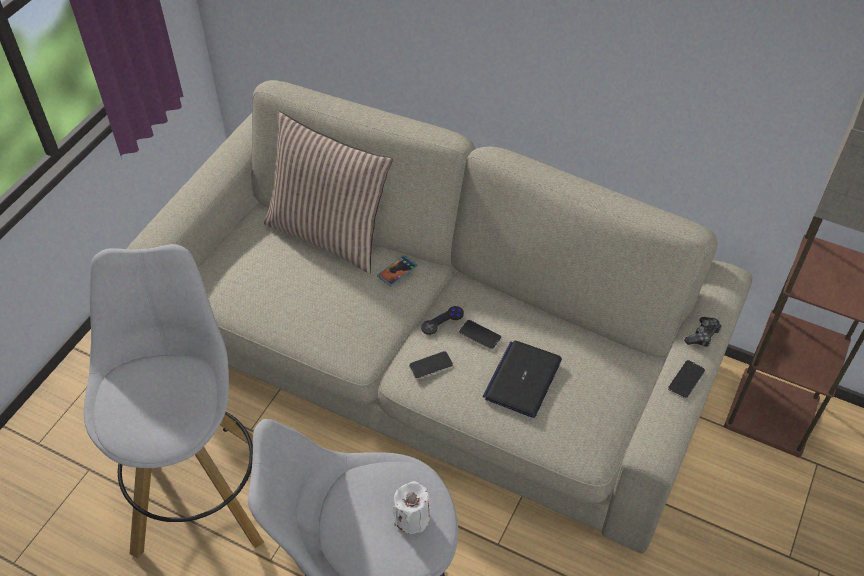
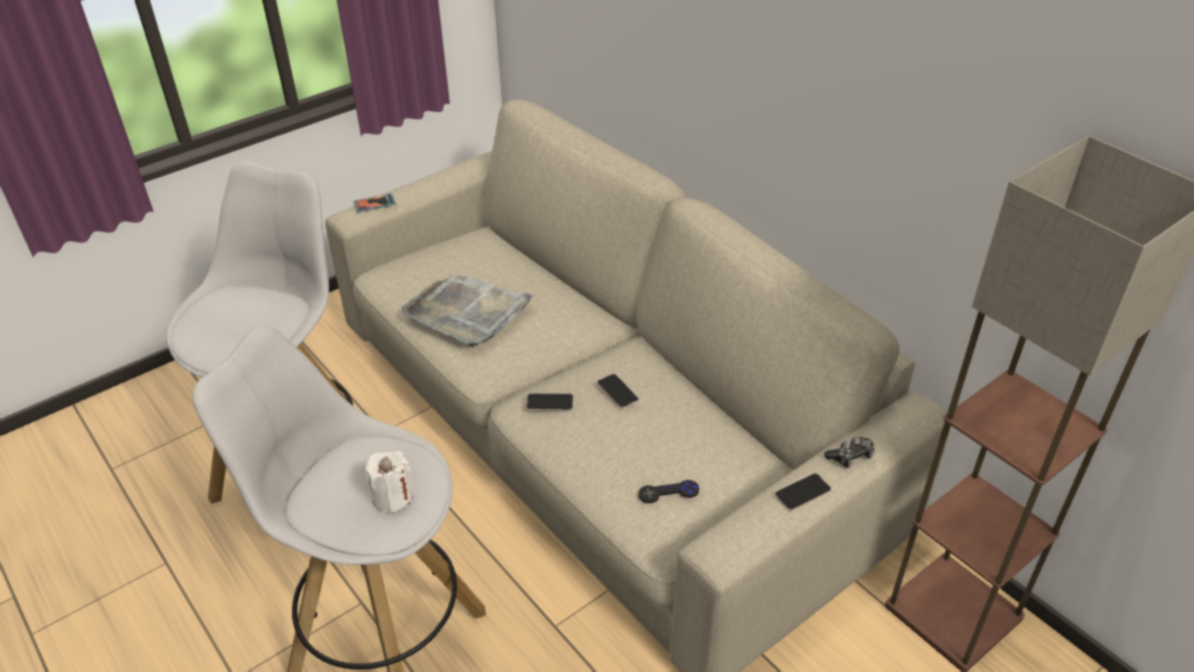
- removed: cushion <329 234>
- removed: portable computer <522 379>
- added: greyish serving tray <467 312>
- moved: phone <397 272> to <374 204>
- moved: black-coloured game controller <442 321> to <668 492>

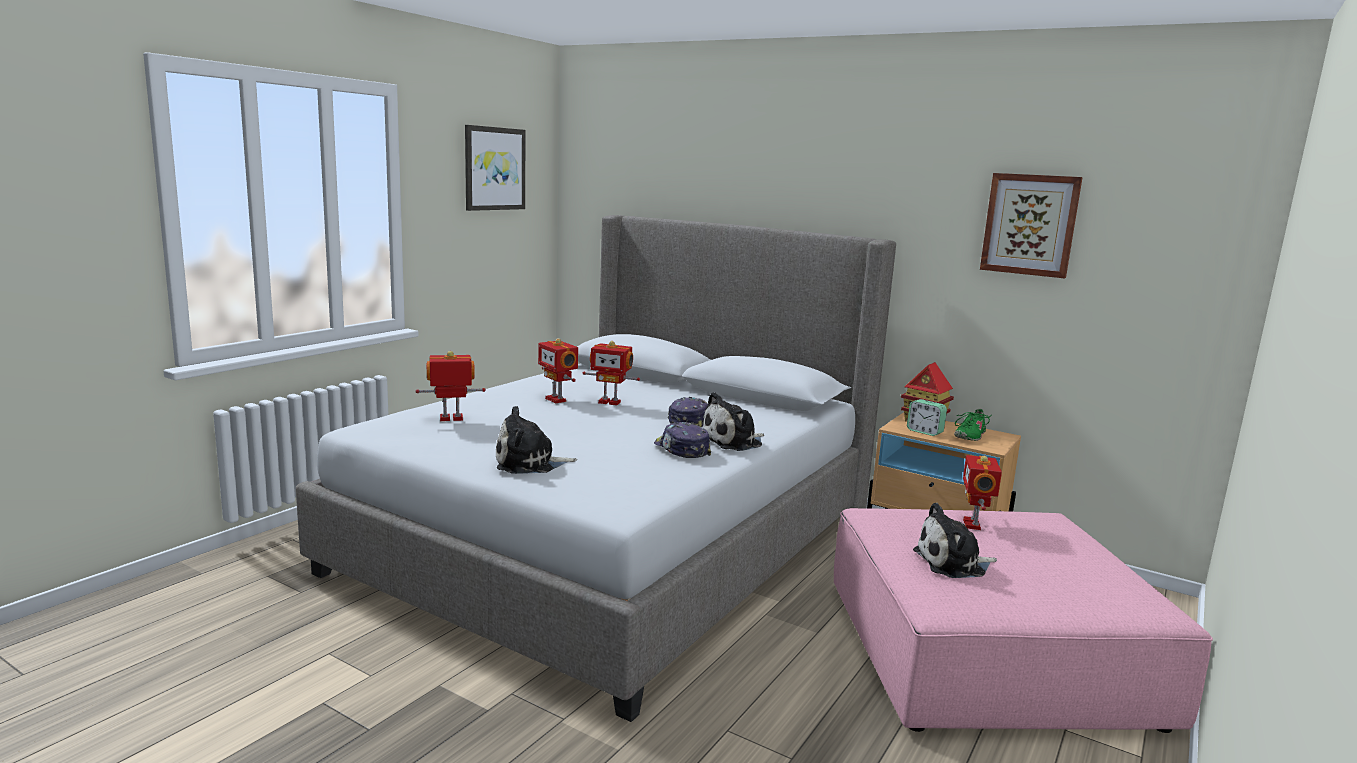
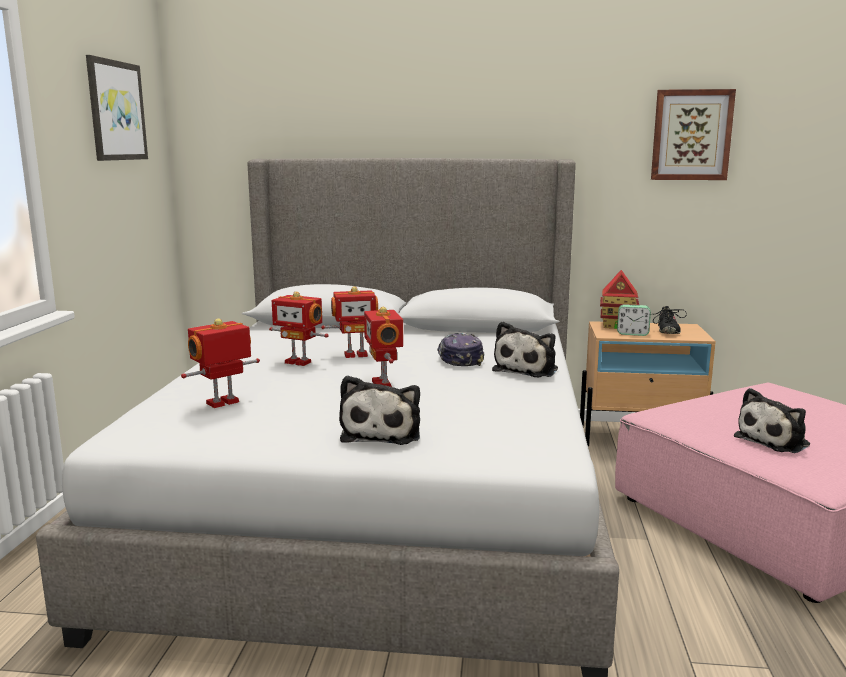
- removed: peaked cap <681 450>
- moved: model robot <973 524> to <383 384>
- recoloured: green low shoe <969 435> to black-coloured low shoe <666 330>
- turned: soft toy <529 463> = <382 432> 45 degrees counterclockwise

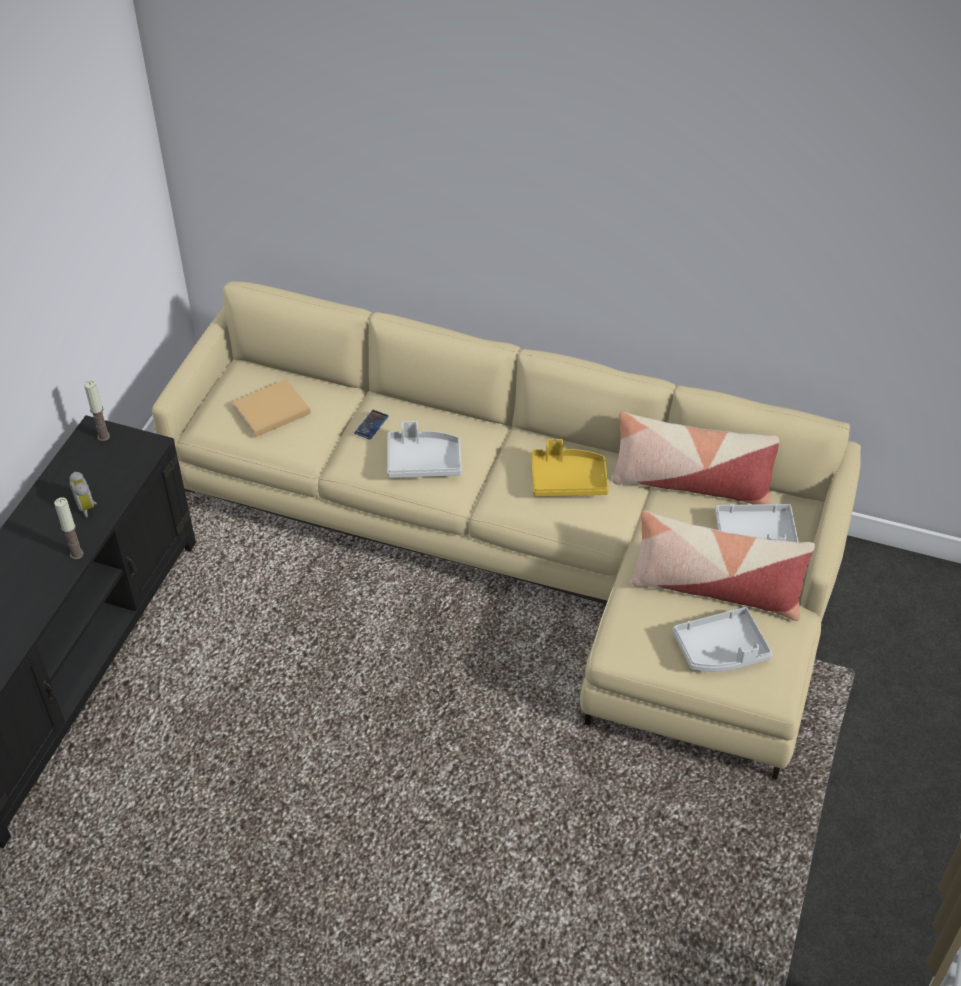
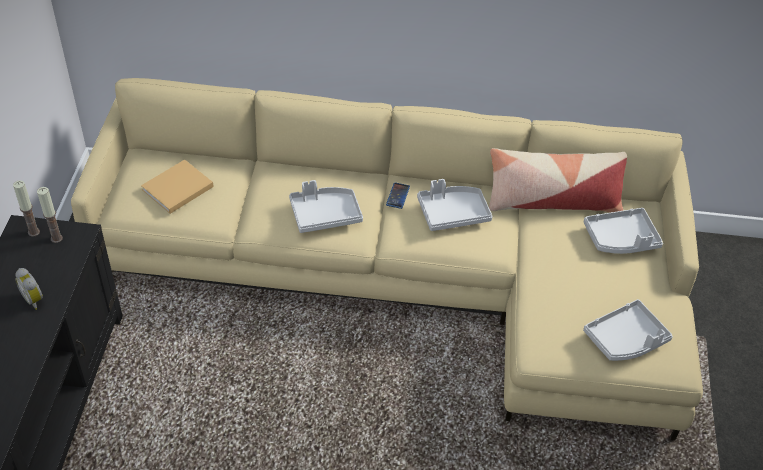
- removed: cushion <715 588>
- moved: wax light <76 554> to <56 238>
- moved: phone <371 425> to <398 196>
- recoloured: yellowish serving tray <567 480> to greyish serving tray <452 213>

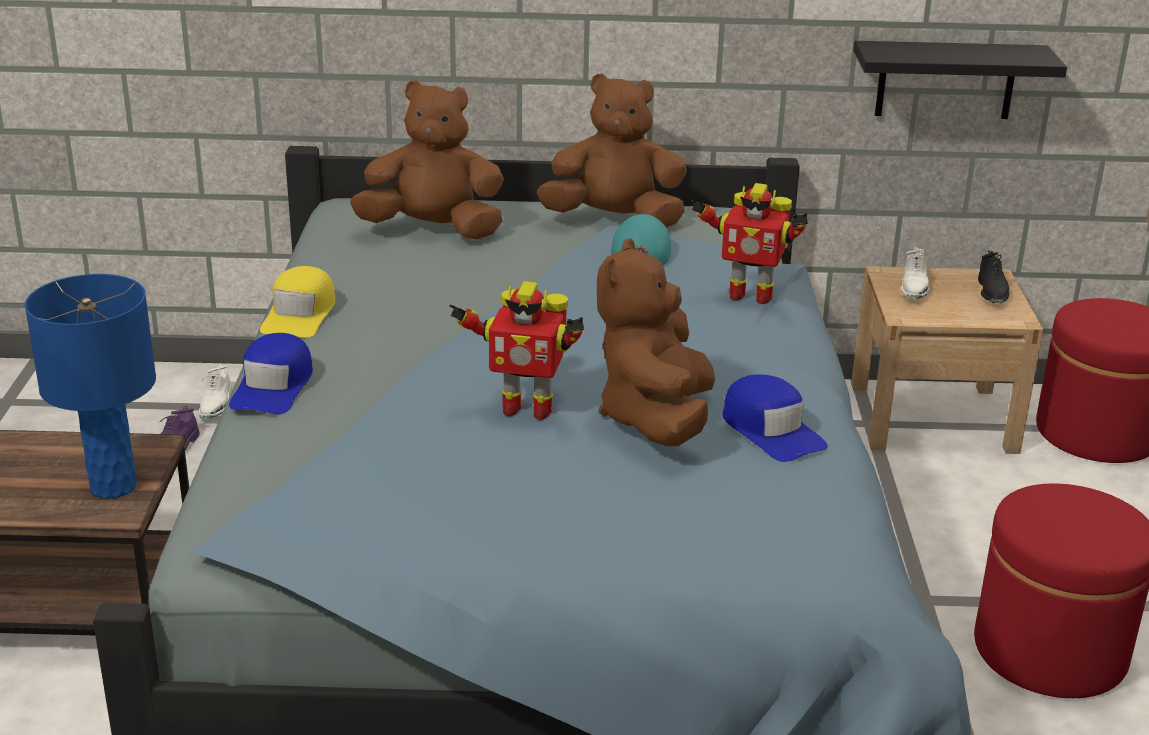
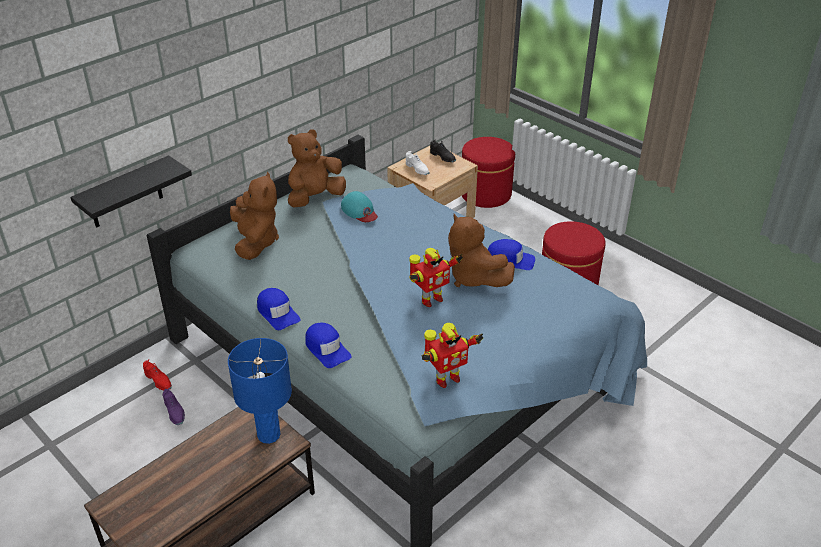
- moved: model robot <749 294> to <446 379>
- moved: black-coloured bracket shelf <946 80> to <125 193>
- recoloured: whitish low shoe <216 406> to red-coloured low shoe <159 381>
- recoloured: yellowish peaked cap <300 315> to blue-coloured peaked cap <277 313>
- turned: brown soft toy <433 230> = <256 242> 120 degrees clockwise

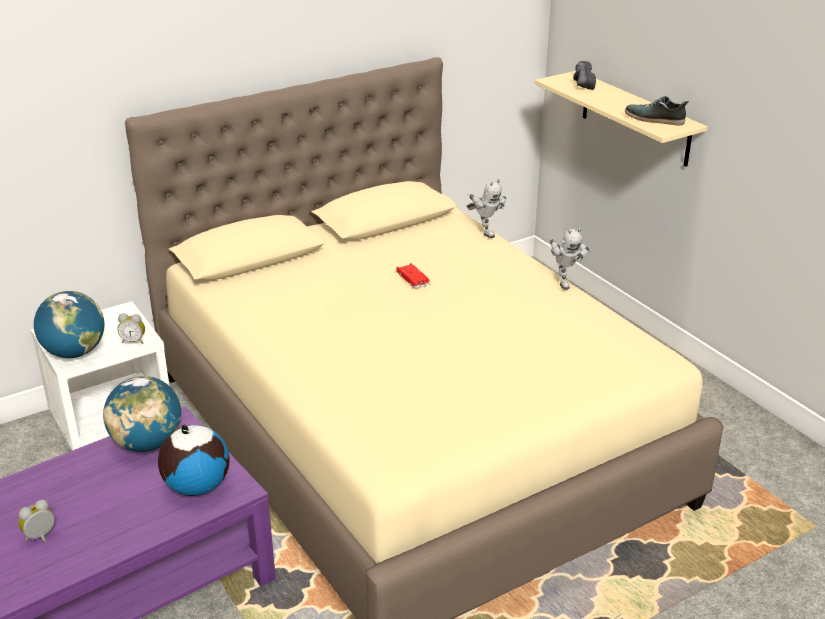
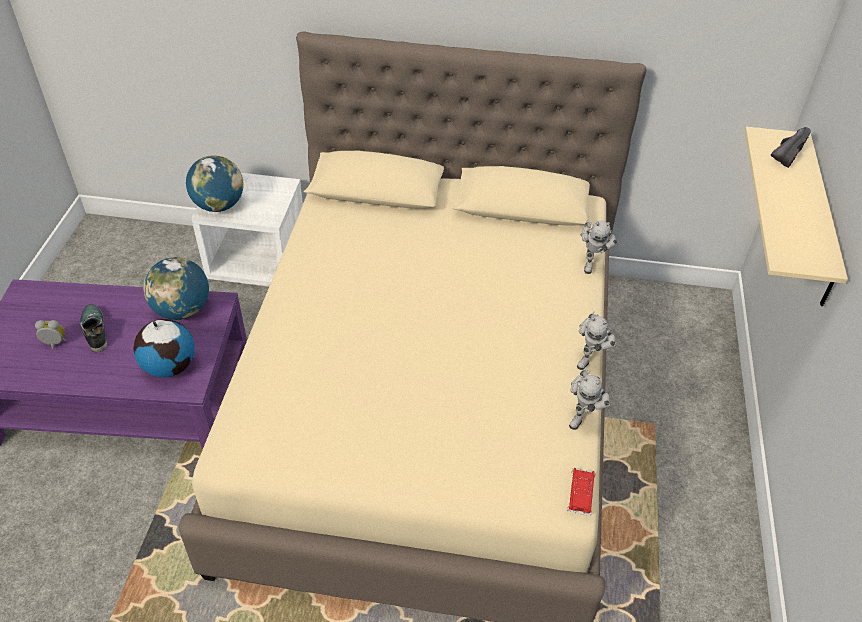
- removed: table clock <134 341>
- added: model robot <584 415>
- moved: red-coloured toy car <412 279> to <581 493>
- moved: low shoe <654 119> to <94 330>

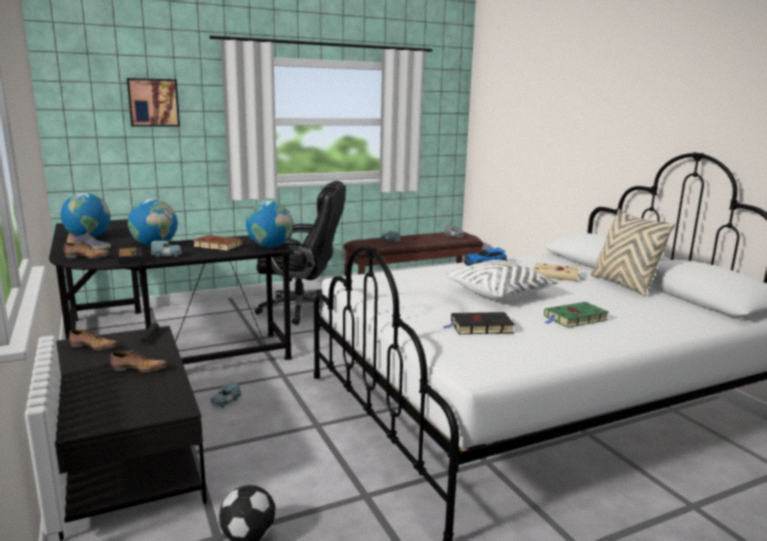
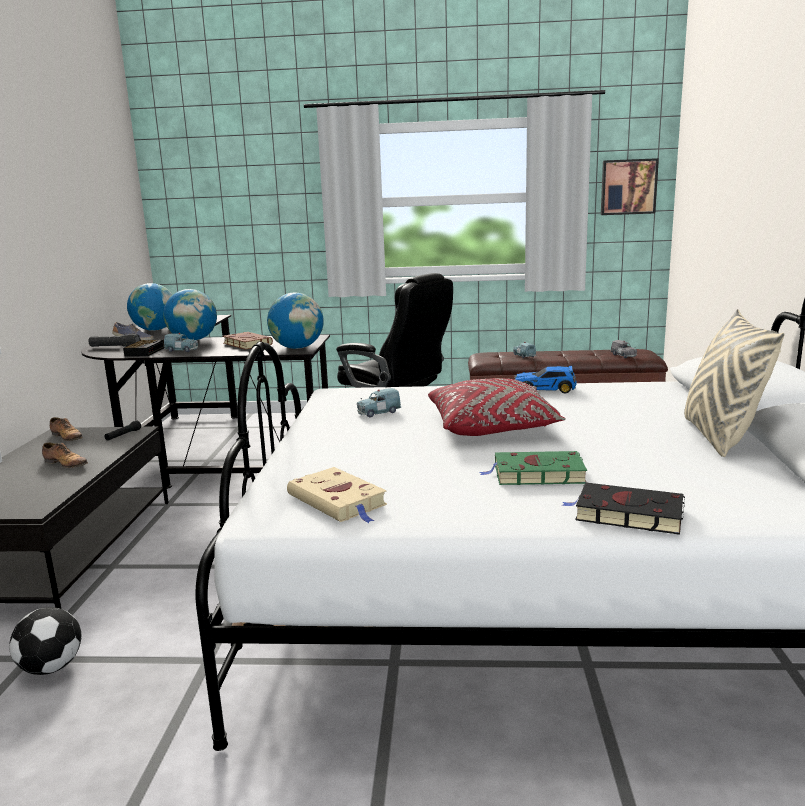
- moved: wall picture <153 102> to <628 187>
- moved: blue-coloured toy car <225 402> to <378 413>
- moved: black-coloured book <479 327> to <625 514>
- moved: beige-coloured book <557 275> to <339 501>
- replaced: low shoe <86 257> to black-coloured hand torch <115 347>
- recoloured: whitish cushion <500 293> to red-coloured cushion <492 427>

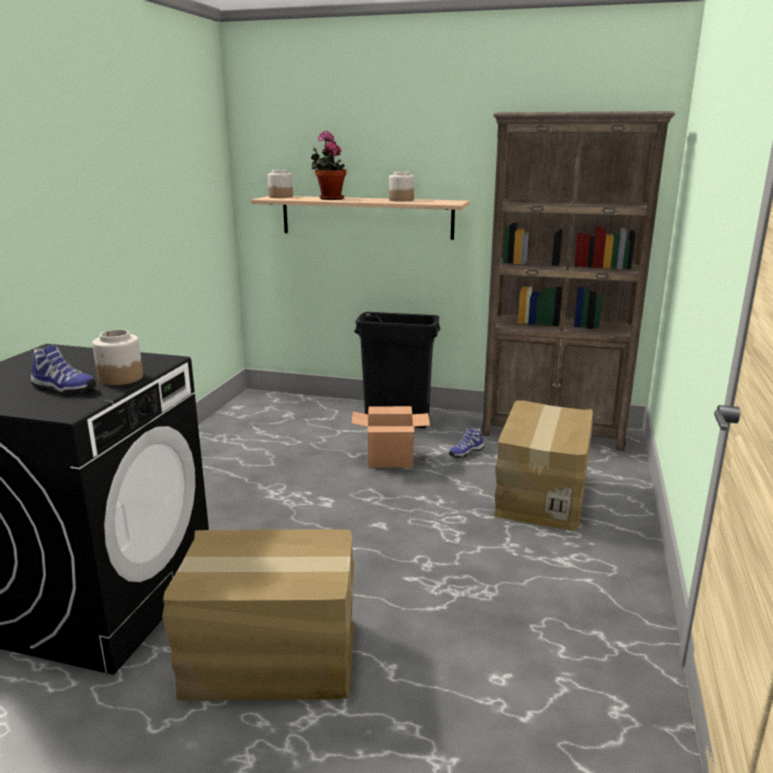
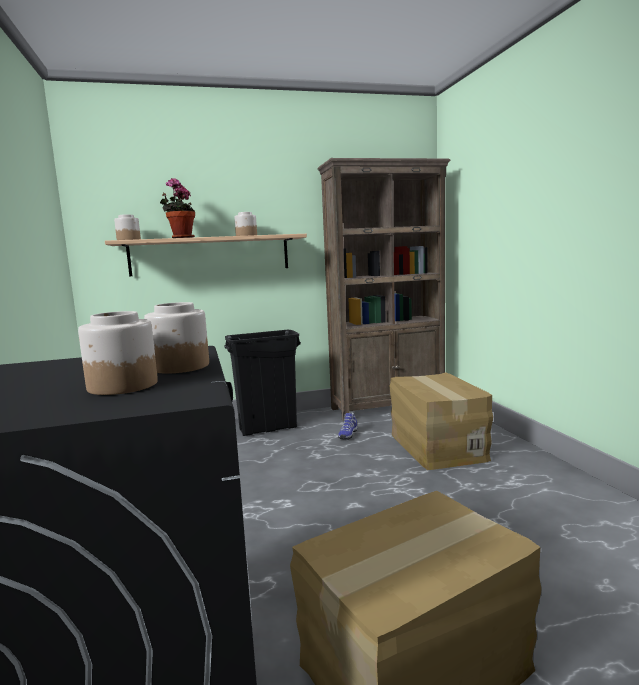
- removed: packing box <391 460>
- replaced: low shoe <62 389> to jar <122 385>

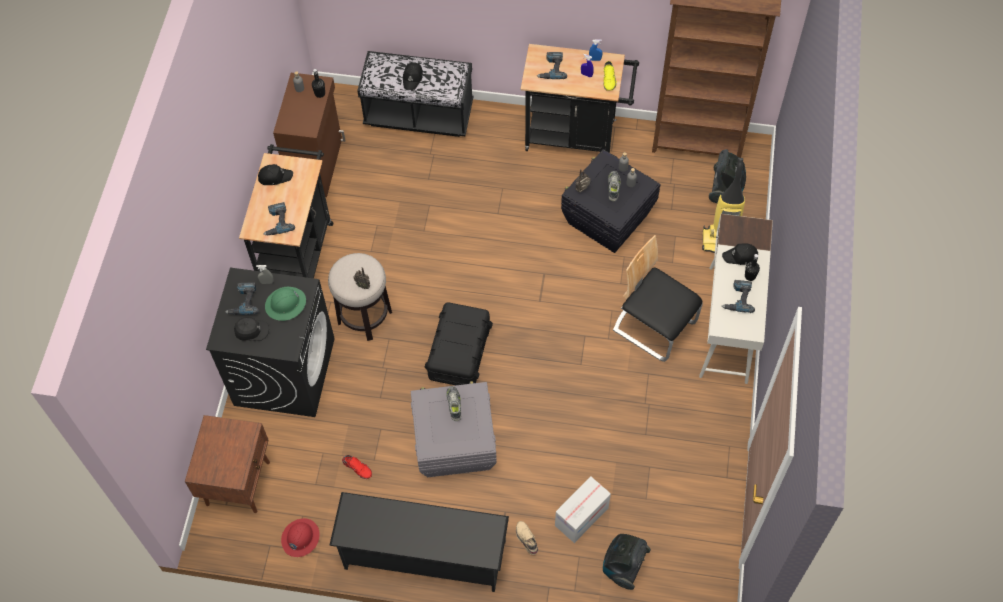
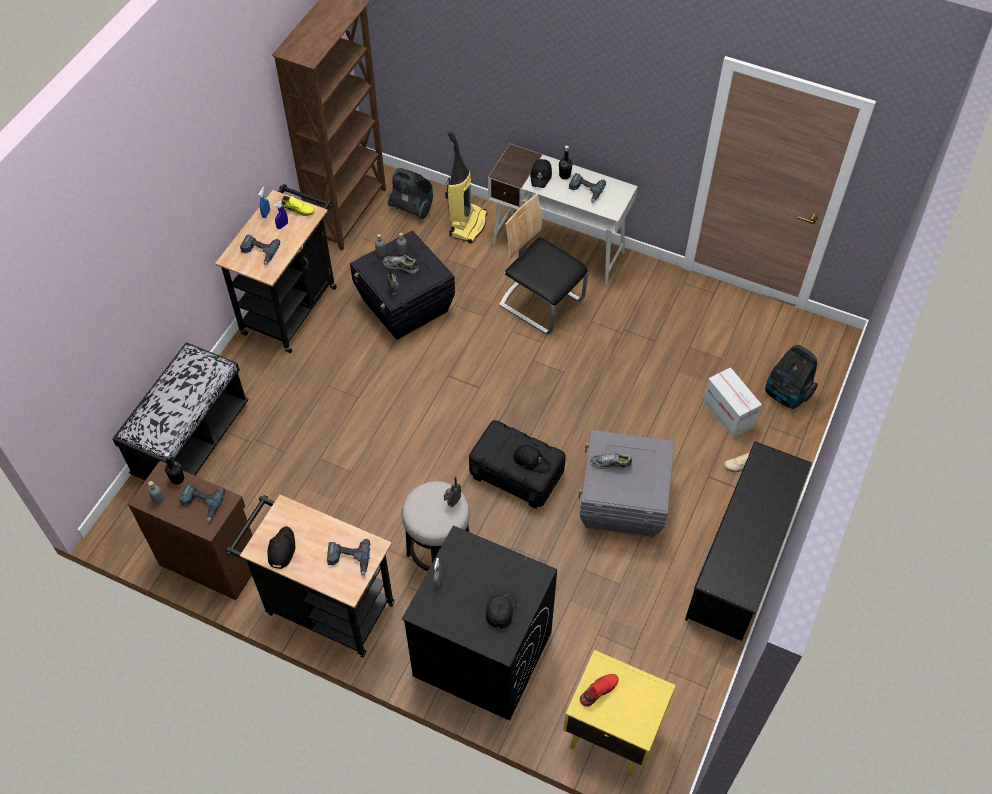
- removed: green work helmet <286 304>
- removed: red-coloured work helmet <300 538>
- moved: power drill <243 301> to <201 503>
- moved: red-coloured low shoe <358 467> to <598 690>
- moved: black-coloured peaked cap <413 78> to <531 460>
- recoloured: brown bedside table <239 482> to yellowish bedside table <611 733>
- turned: upright chair <654 326> = <541 302> 75 degrees clockwise

